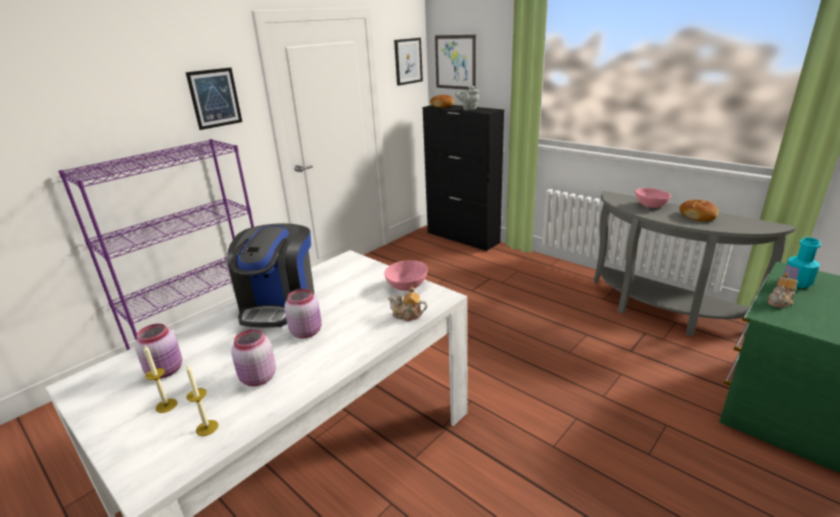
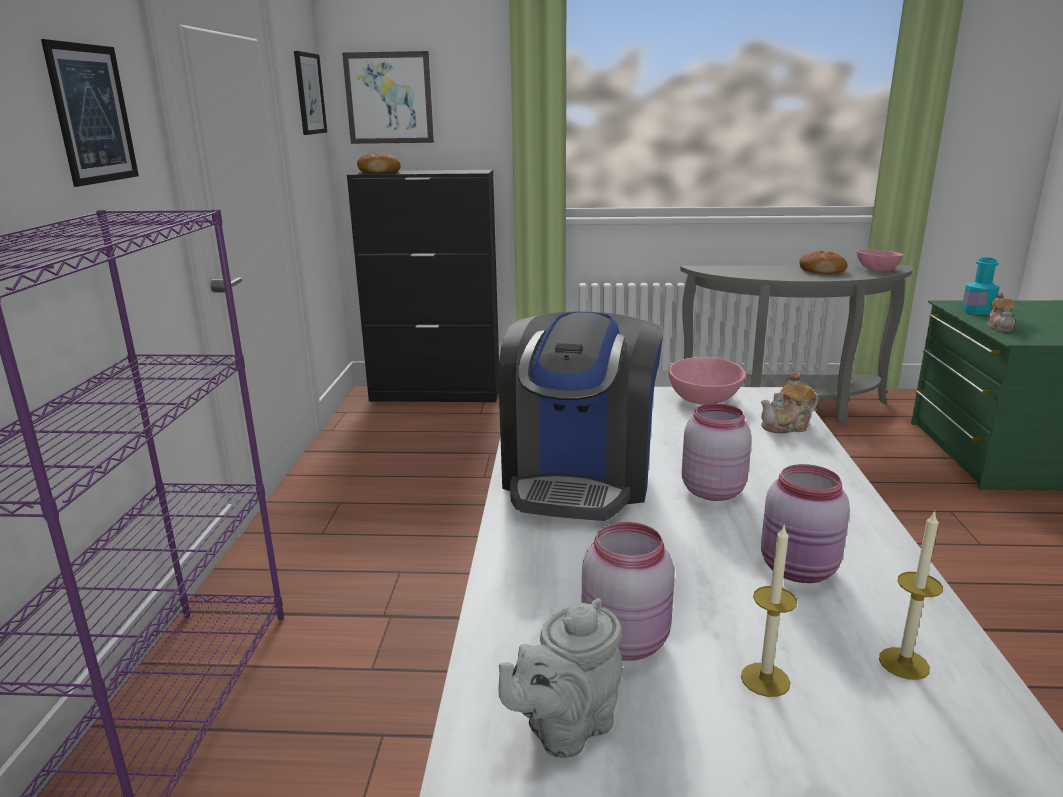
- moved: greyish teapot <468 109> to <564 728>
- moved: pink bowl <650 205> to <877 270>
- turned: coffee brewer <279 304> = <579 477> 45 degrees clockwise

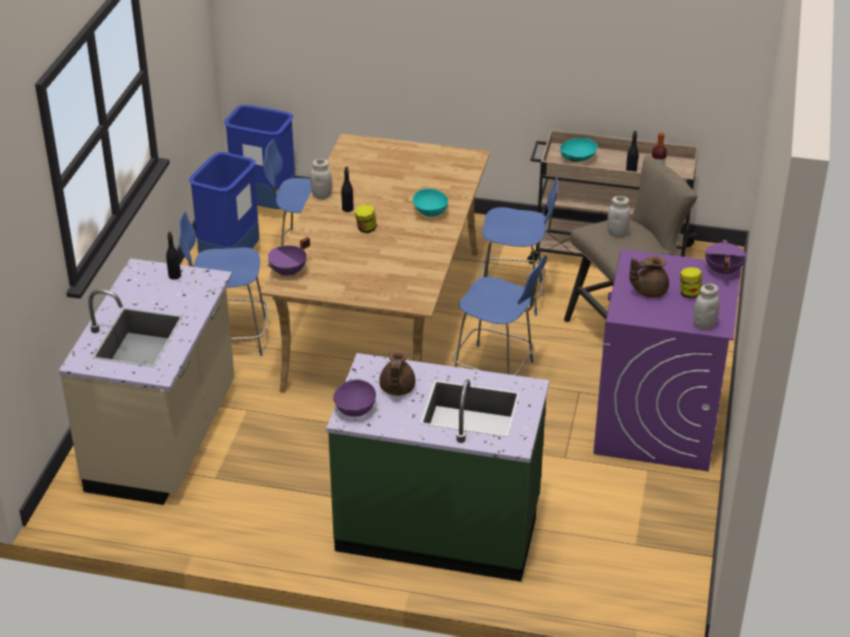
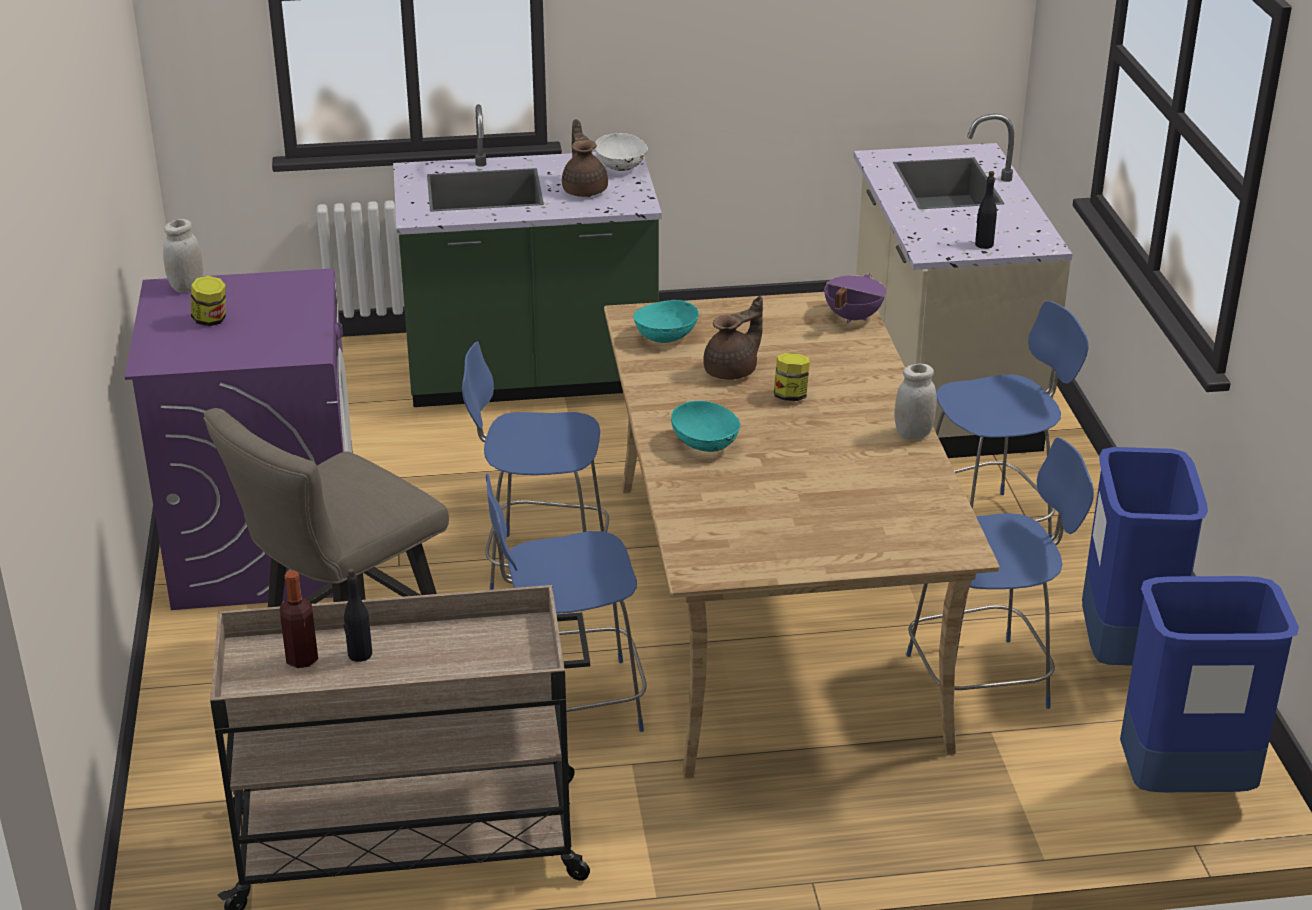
- removed: black-coloured drink bottle <347 209>
- removed: whitish jar <617 233>
- removed: purple stockpot <722 271>
- moved: turquoise-coloured bowl <577 159> to <666 336>
- moved: brown teapot <648 291> to <733 371>
- recoloured: purple bowl <354 408> to whitish bowl <622 167>

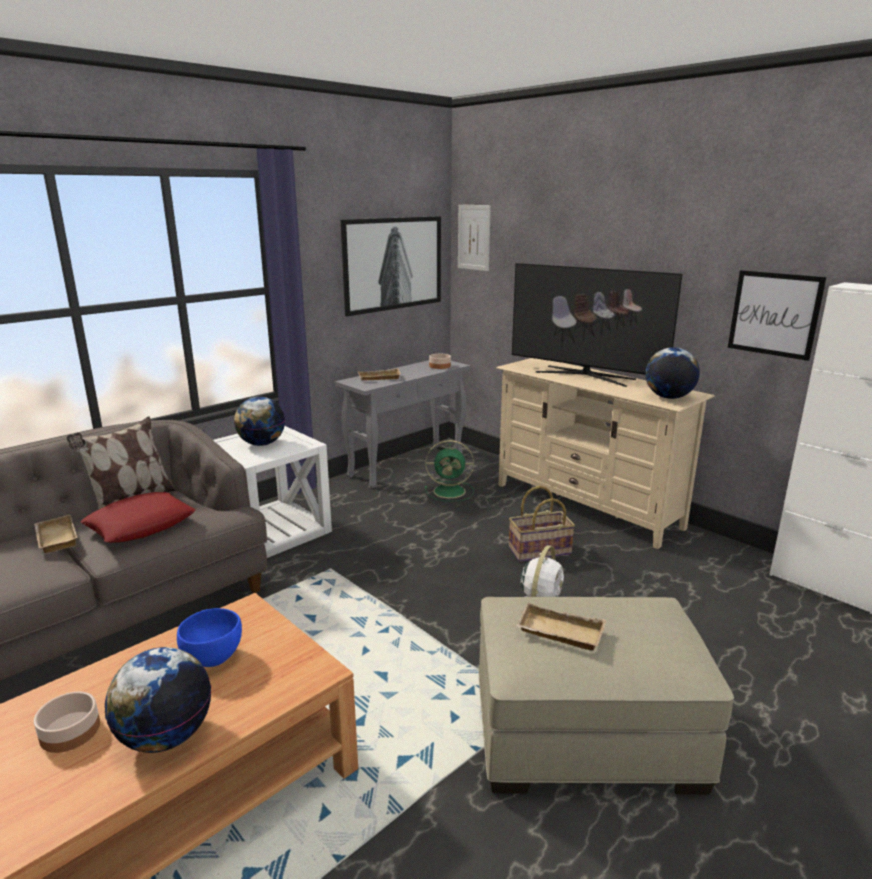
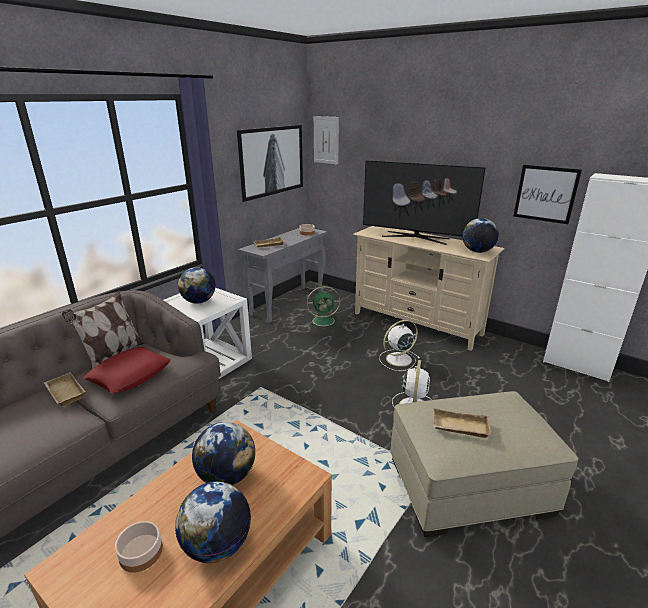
- replaced: blue-coloured bowl <214 657> to world globe <227 476>
- replaced: basket <539 551> to whitish electric fan <397 359>

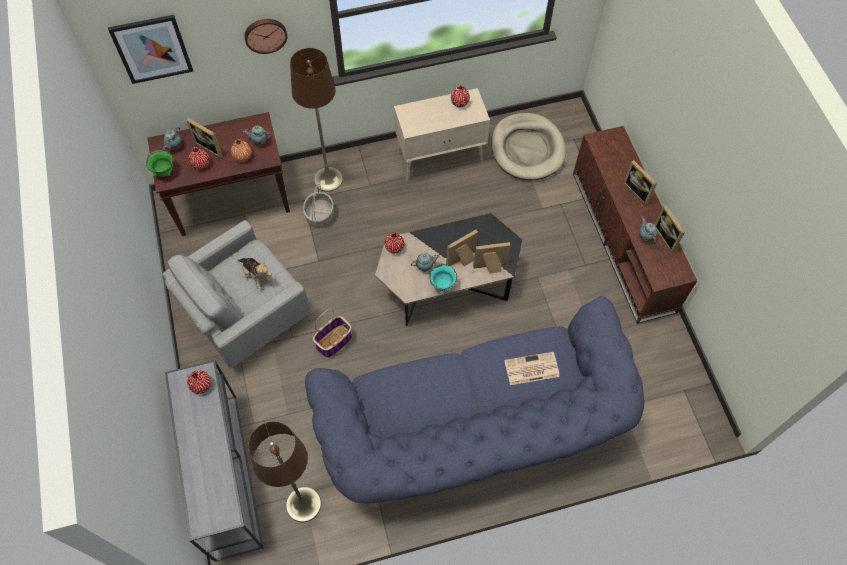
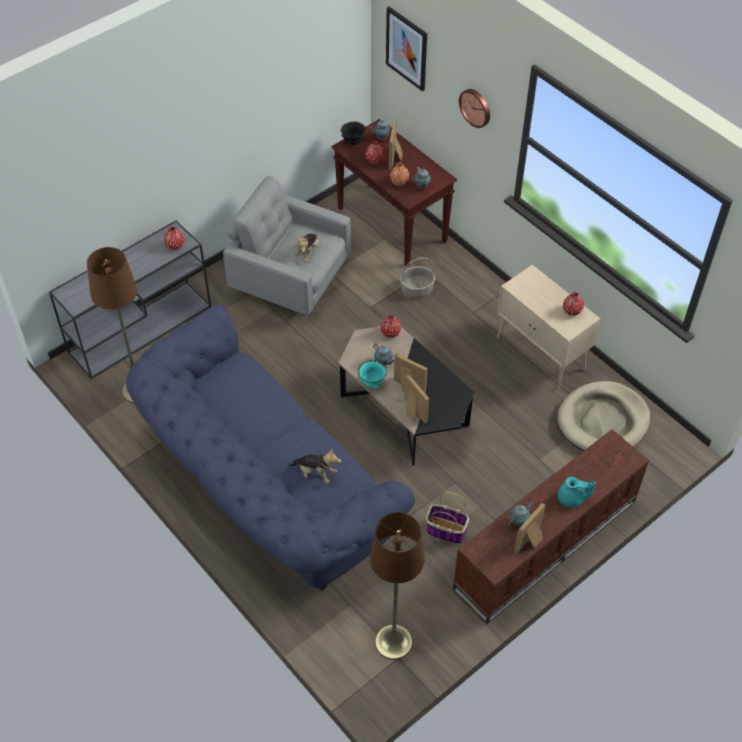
- moved: brown standing lamp <328 179> to <393 642>
- moved: basket <334 342> to <445 530>
- replaced: newspaper <531 369> to soft toy <315 473>
- replaced: standing frame <638 191> to turquoise-coloured teapot <572 499>
- recoloured: green bowl <164 171> to black-coloured bowl <353 142>

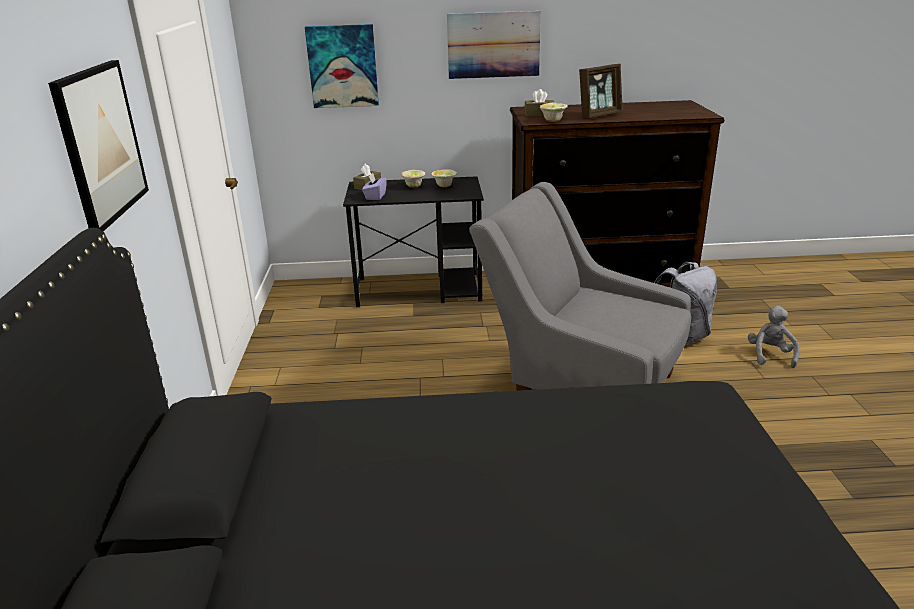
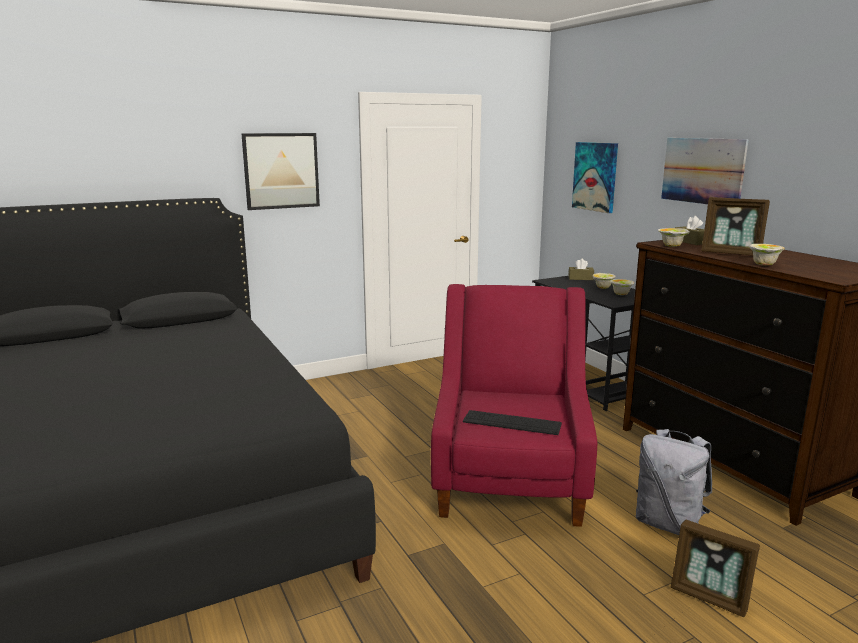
- removed: purple box of tissues <375 196>
- added: PC keyboard <512 423>
- added: bowl <763 264>
- replaced: greyish soft toy <770 355> to standing frame <709 597>
- recoloured: greyish armchair <582 386> to red-coloured armchair <510 480>

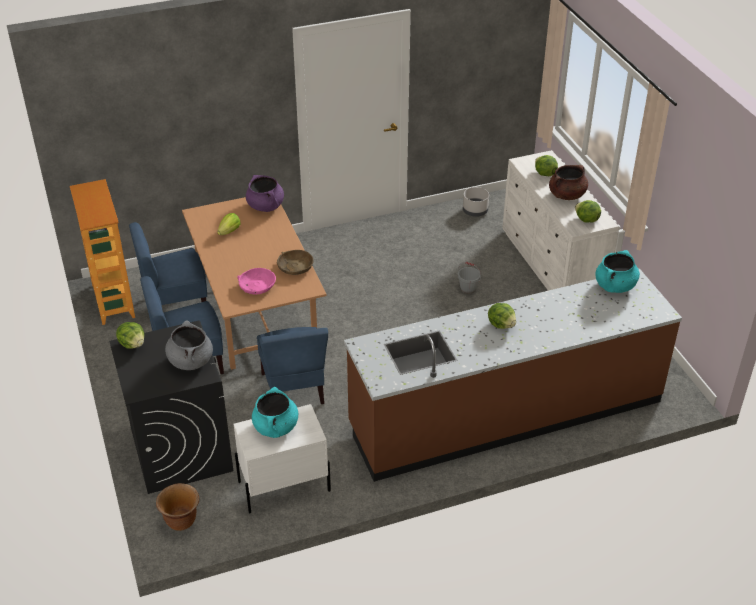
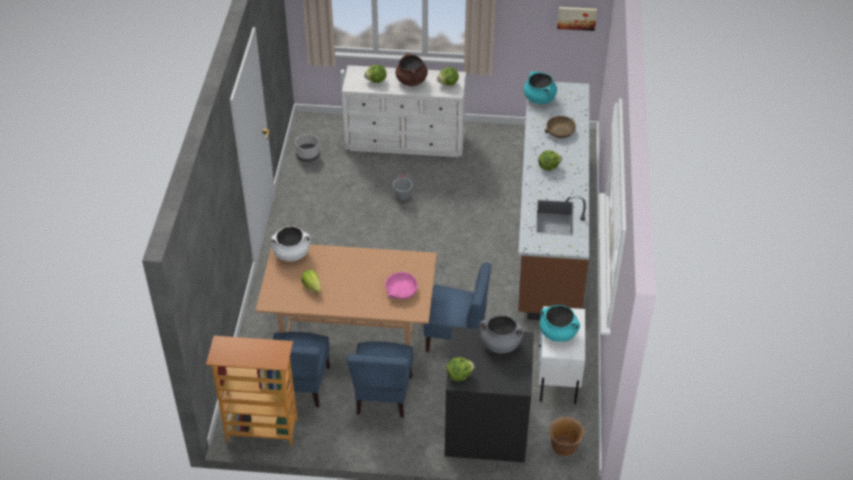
- added: wall picture <576 17>
- moved: brown bowl <295 267> to <560 131>
- recoloured: purple stockpot <266 206> to whitish stockpot <291 253>

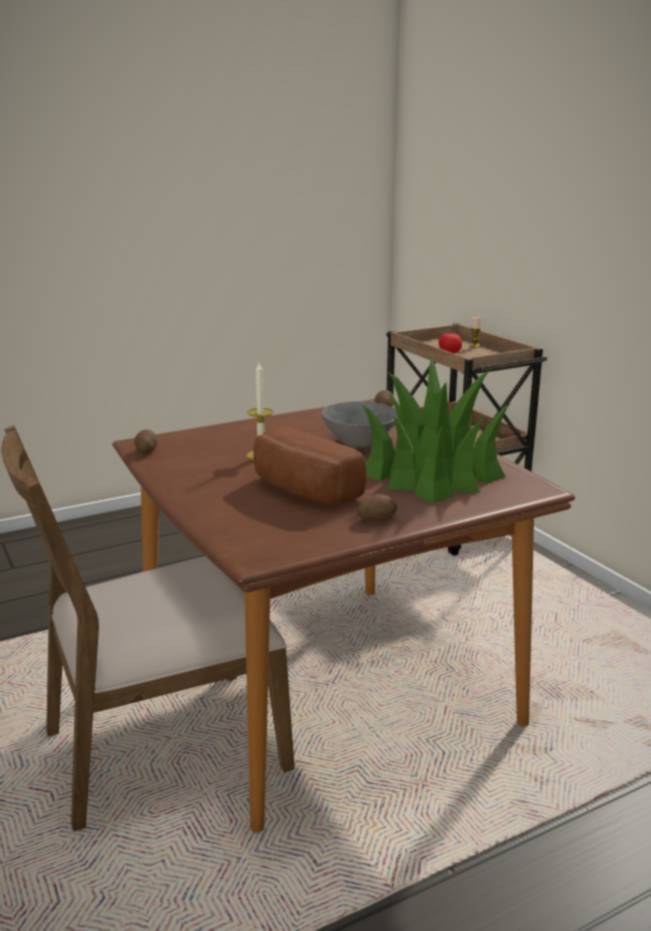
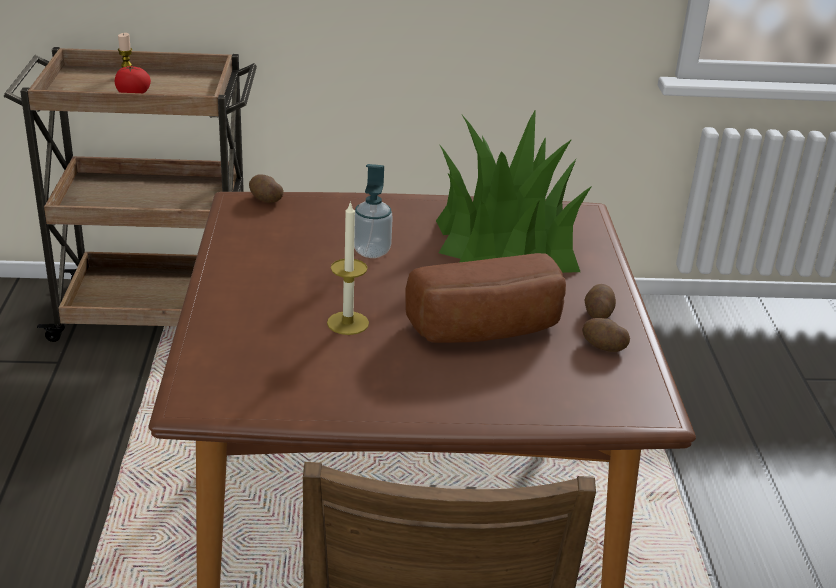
- moved: spud <146 450> to <603 347>
- replaced: greyish bowl <360 443> to liquid soap bottle <372 251>

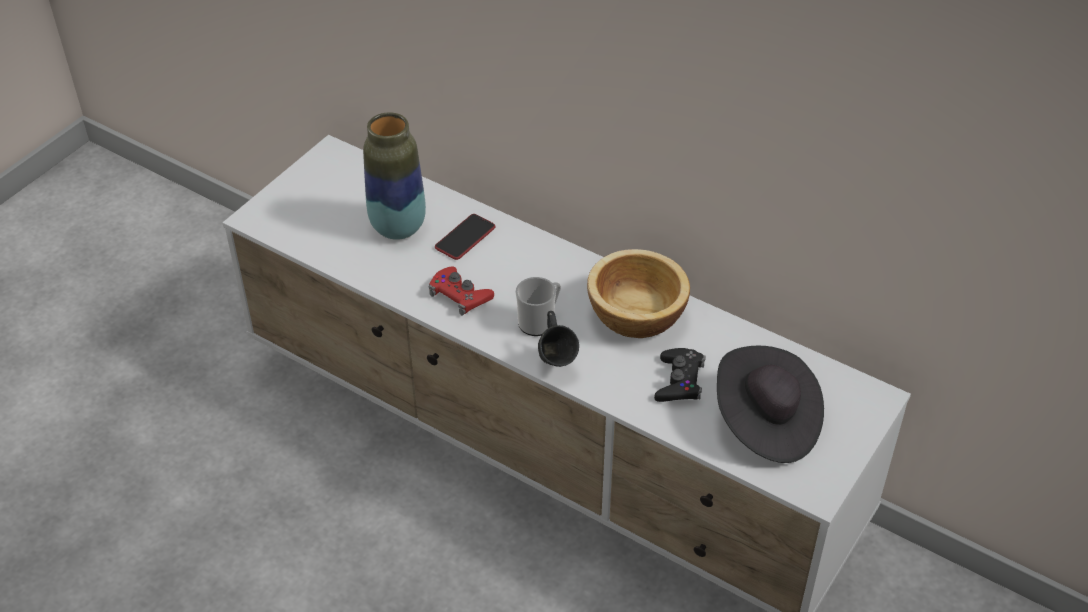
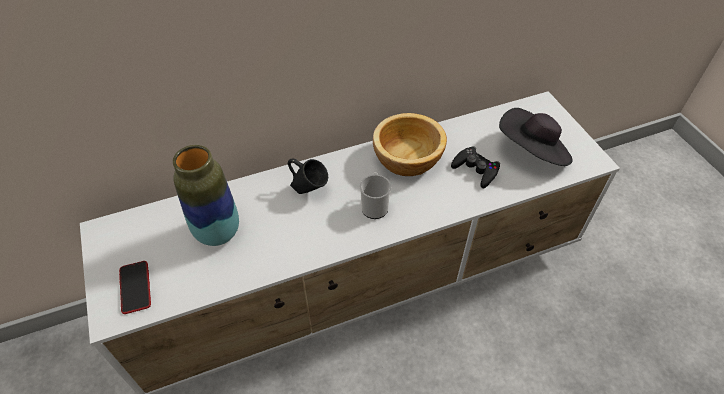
- removed: red-coloured game controller <460 295>
- moved: phone <465 238> to <135 287>
- moved: black-coloured tea mug <555 365> to <309 190>

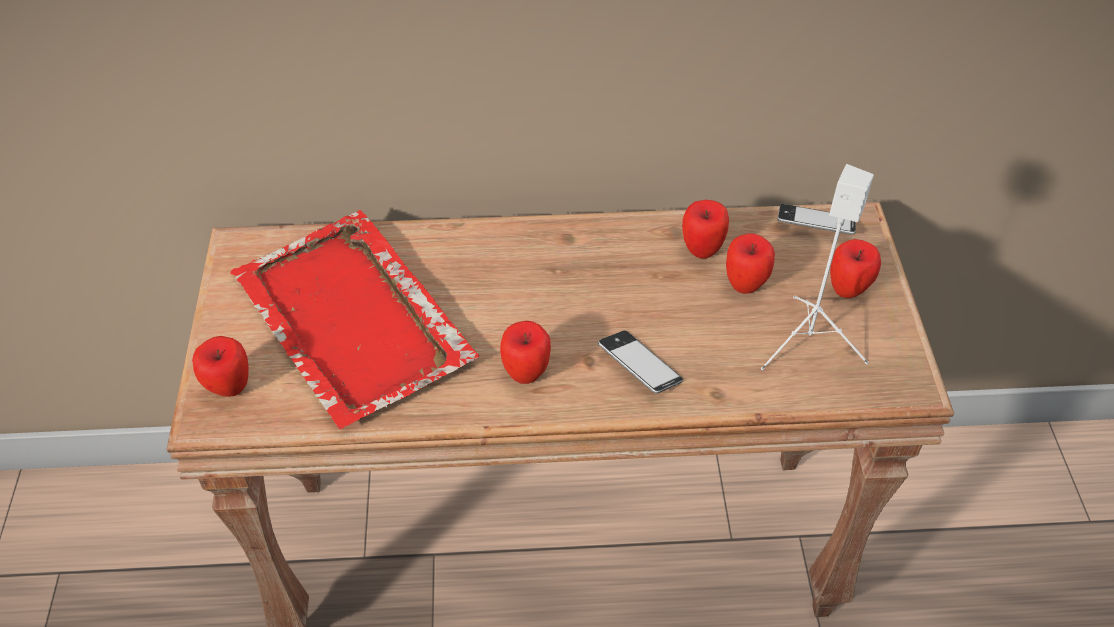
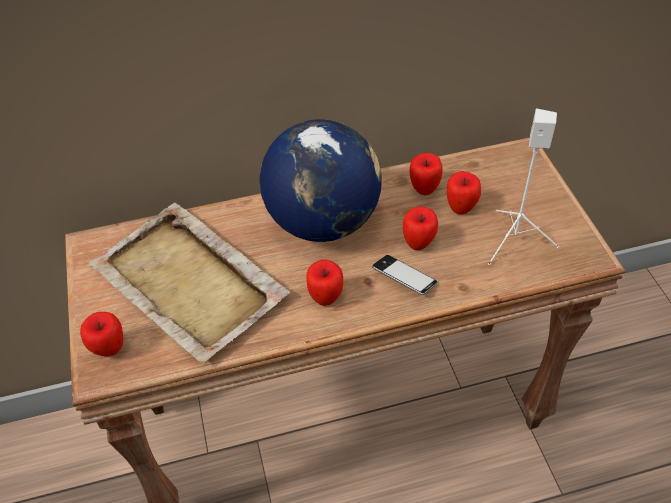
- removed: phone <815 224>
- added: world globe <323 221>
- moved: apple <847 290> to <418 244>
- recoloured: red-coloured serving tray <353 322> to beige-coloured serving tray <189 284>

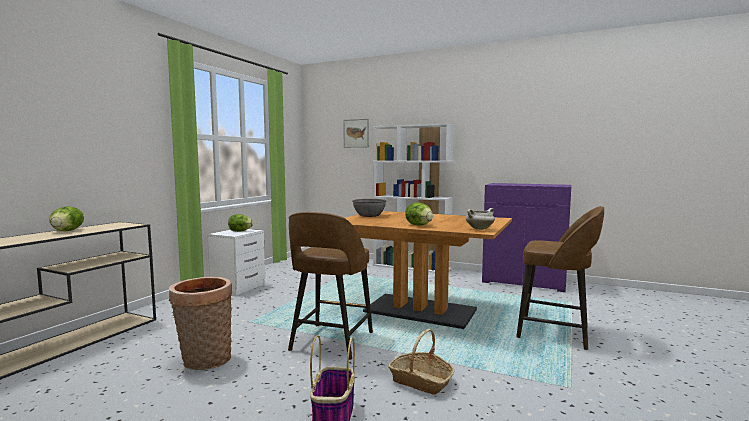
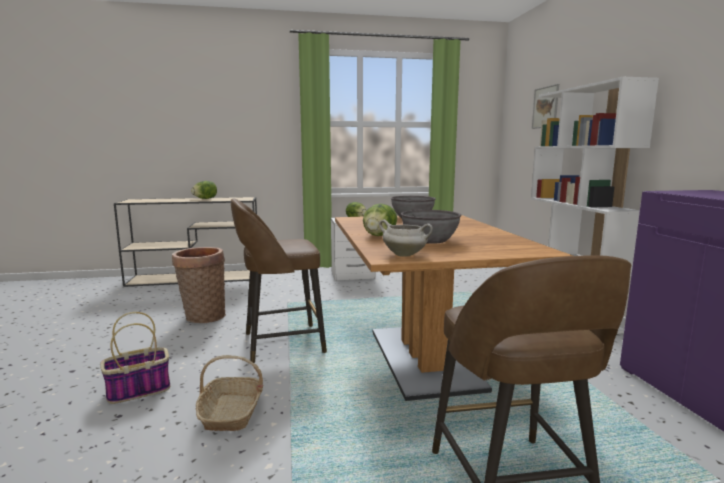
- added: greyish bowl <429 240>

